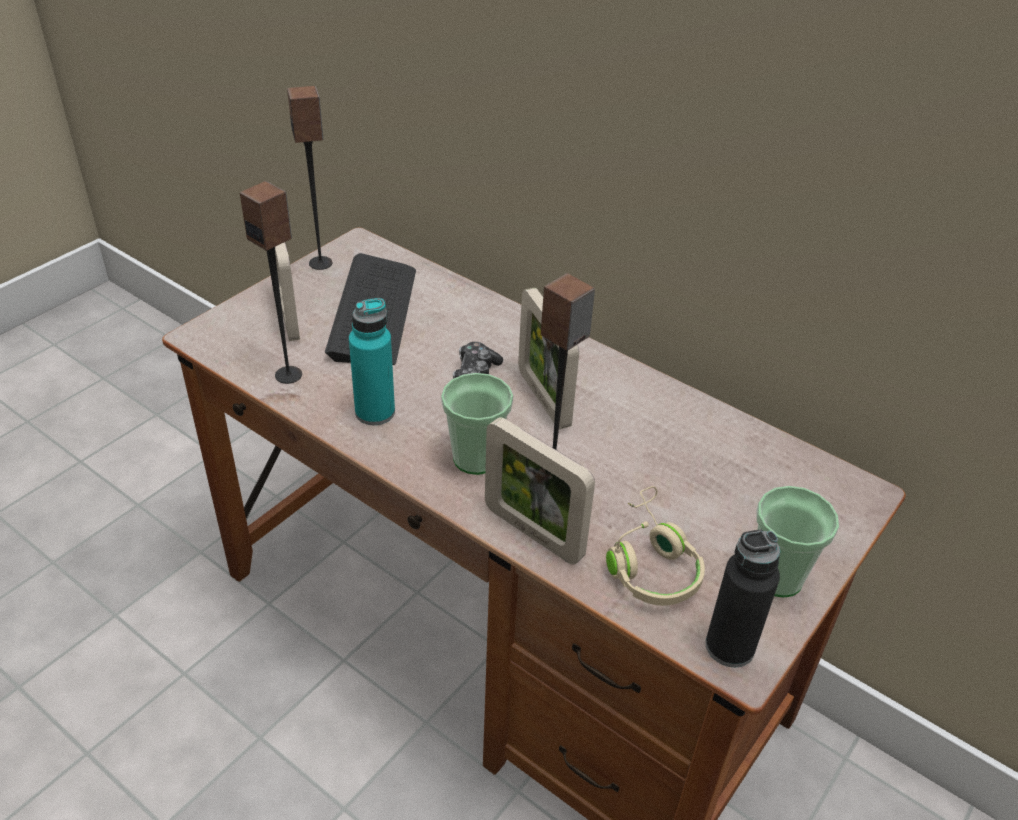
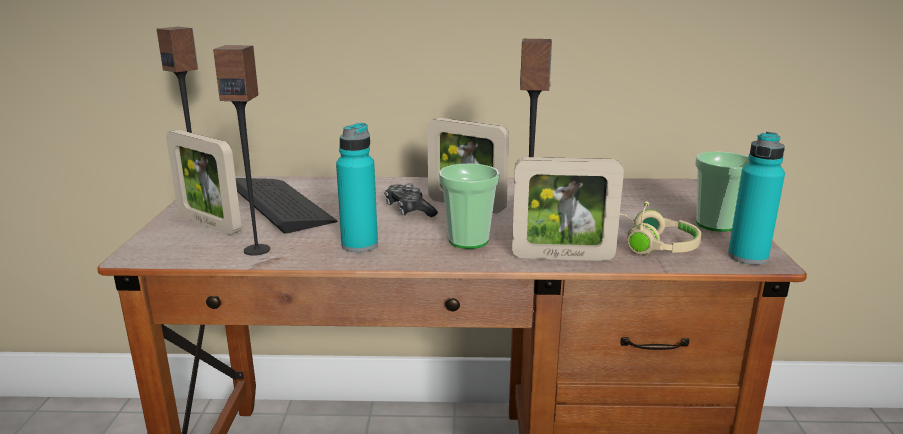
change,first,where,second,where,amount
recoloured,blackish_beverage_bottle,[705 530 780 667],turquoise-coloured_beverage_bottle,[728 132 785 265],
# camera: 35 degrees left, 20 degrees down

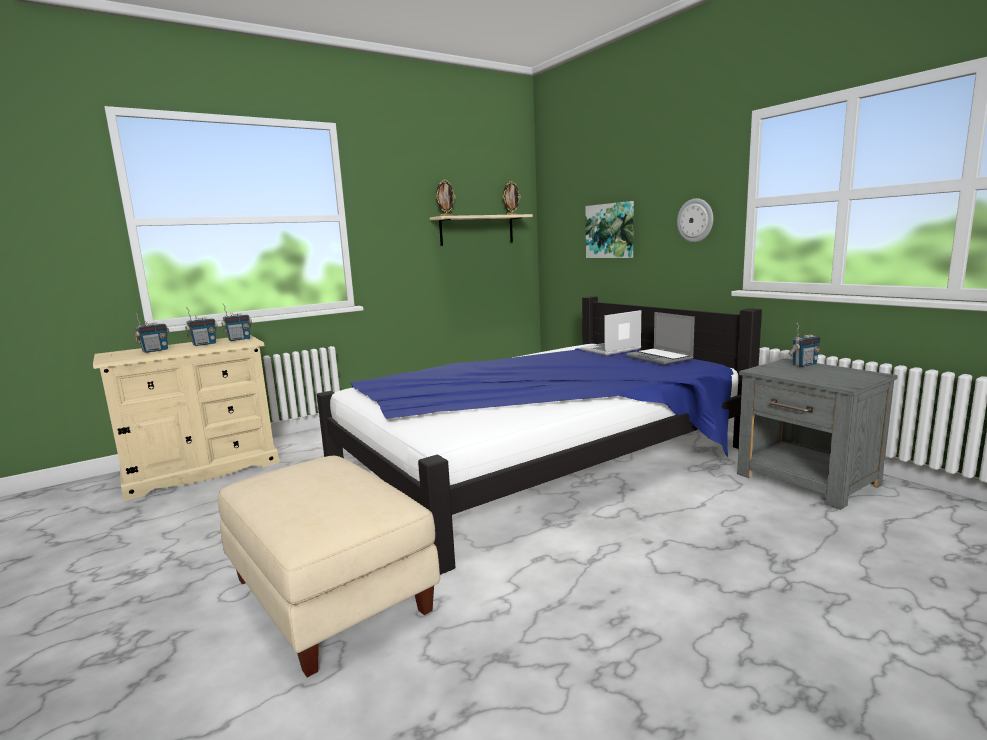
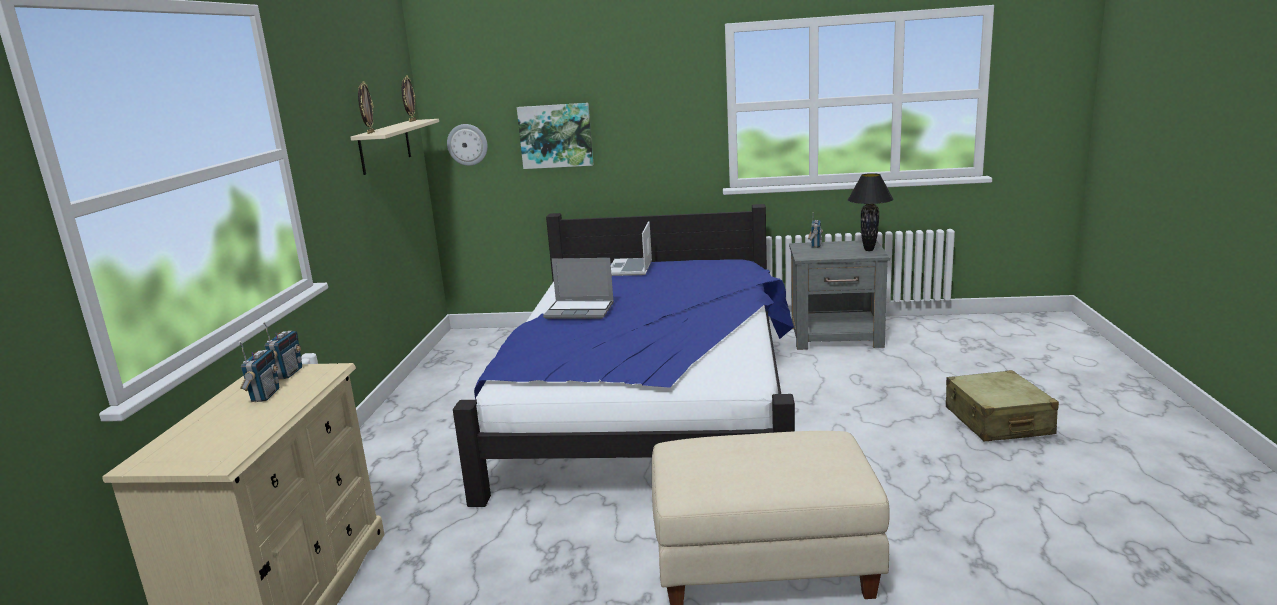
change,first,where,second,where,amount
removed,radio,[134 312 169 353],,,
added,,,blackish_lamp_for_a_table,[847 173 893 251],
added,,,sand-coloured_piece_of_luggage,[946 370 1059 441],
moved,notebook_computer,[626 312 695 365],,[543 258 614 319],
moved,clock_on_the_wall,[677 198 713 242],,[447 124 488 166],
# camera: 50 degrees left, 5 degrees up

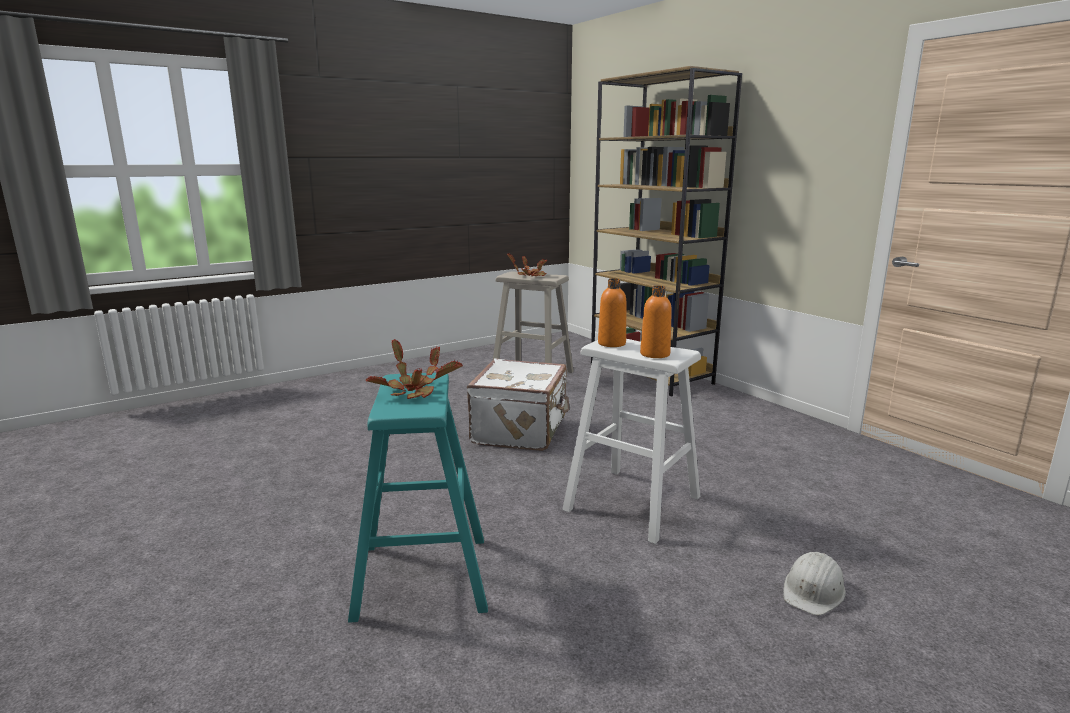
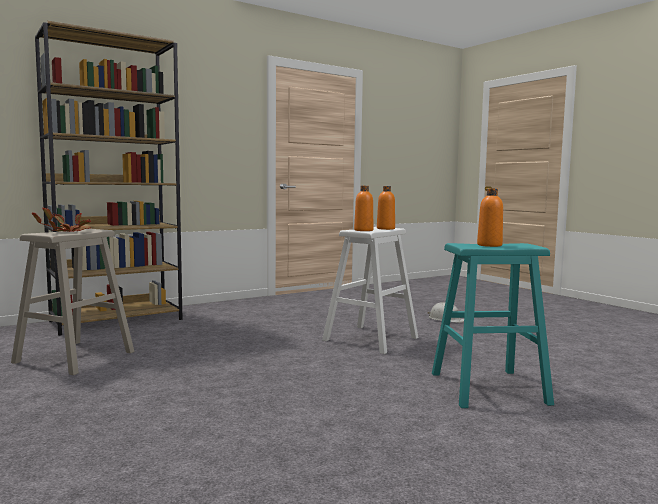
change,first,where,second,where,amount
removed,white_piece_of_luggage,[467 358 570 451],,,
replaced,houseplant,[366 339 463 399],orange_beverage_bottle,[477 188 503 247],
# camera: 90 degrees left, 10 degrees down

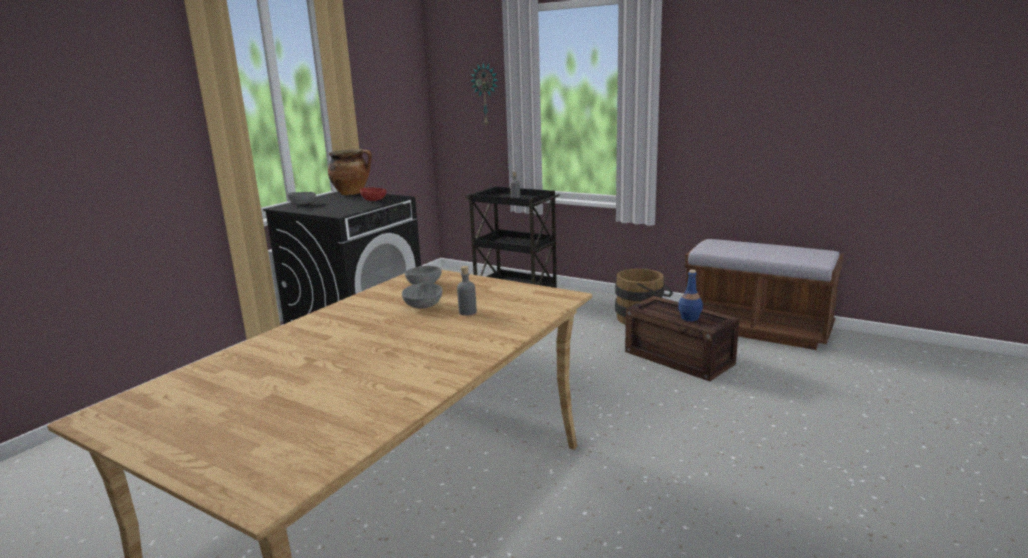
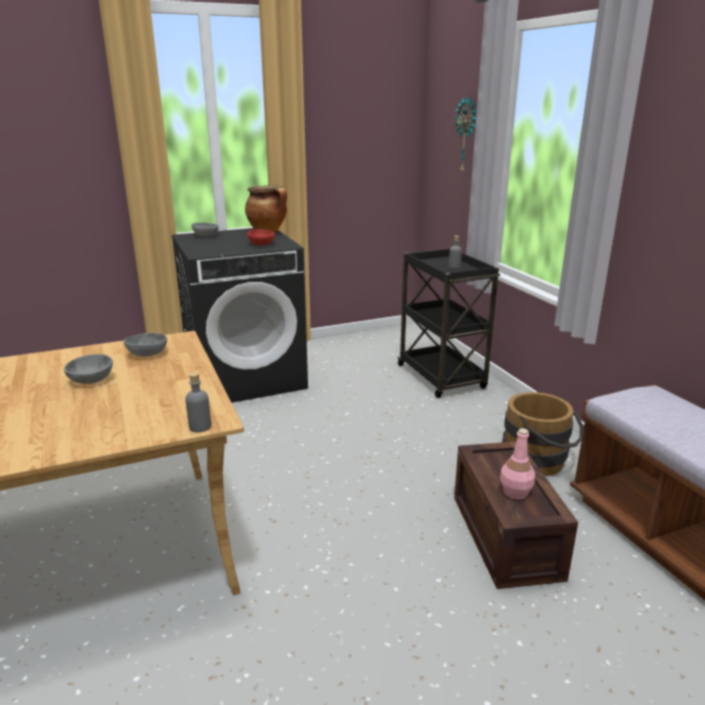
change,first,where,second,where,amount
moved,grey_beverage_bottle,[457 266 477 316],,[185 372 211 433],
recoloured,bluish_beverage_bottle,[678 270 703 321],pinkish_beverage_bottle,[500 428 535 500],
# camera: 35 degrees right, 5 degrees up

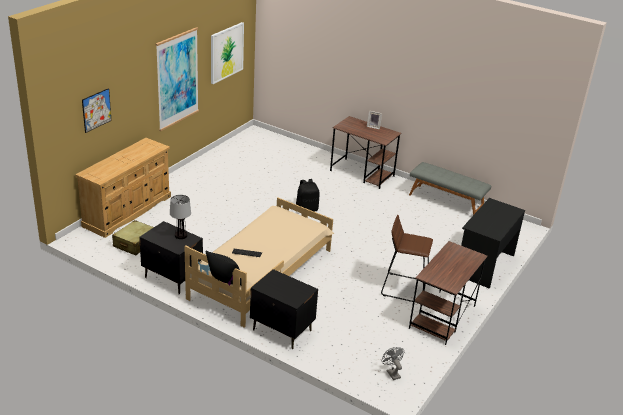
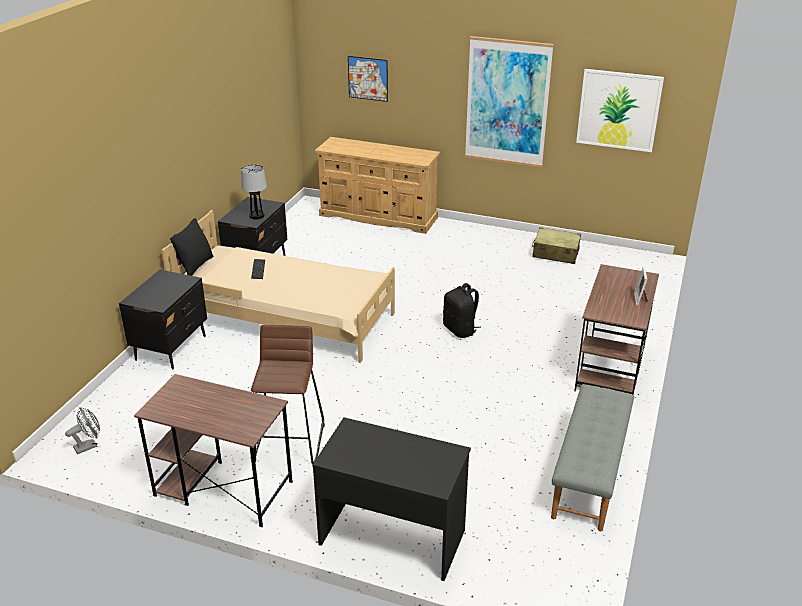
change,first,where,second,where,amount
moved,sand-coloured_piece_of_luggage,[112 220 154 255],,[532 227 581 264],
# camera: 80 degrees right, 0 degrees up

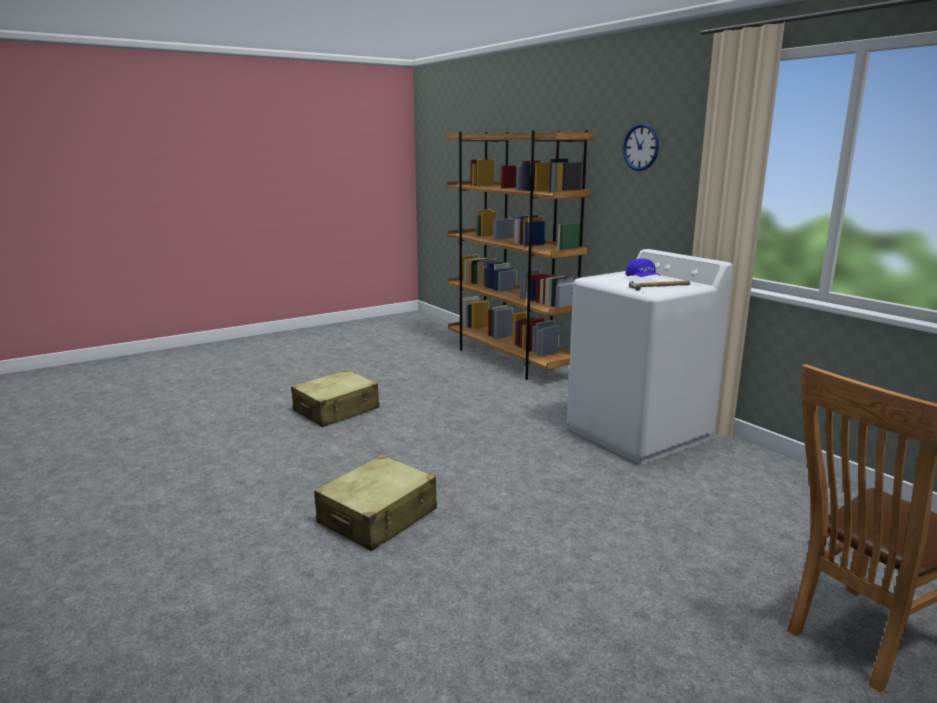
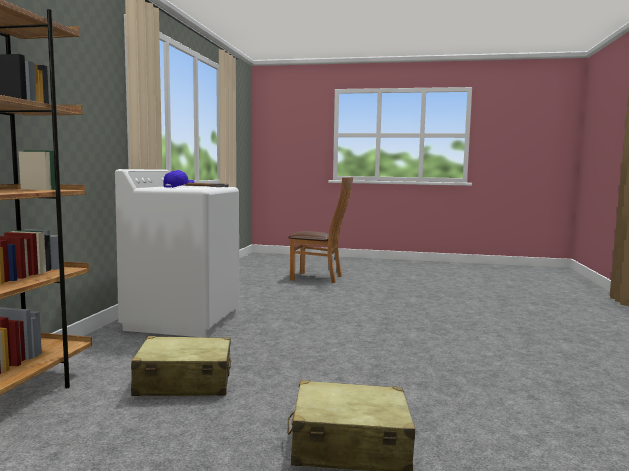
change,first,where,second,where,amount
removed,clock_on_the_wall,[623 123 659 171],,,
moved,sand-coloured_piece_of_luggage,[314 455 437 551],,[131 336 231 396],
# camera: 135 degrees left, 10 degrees down

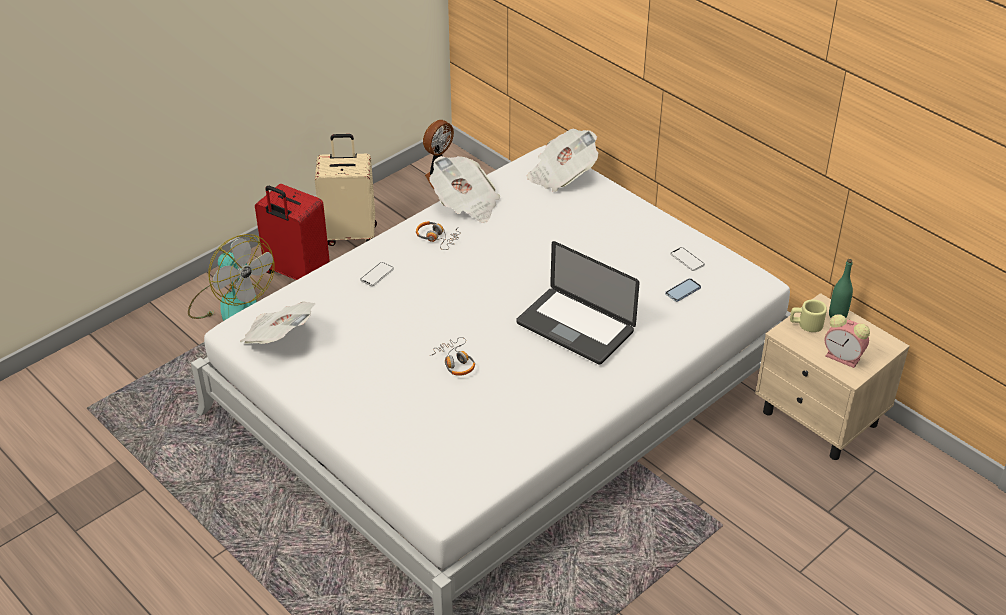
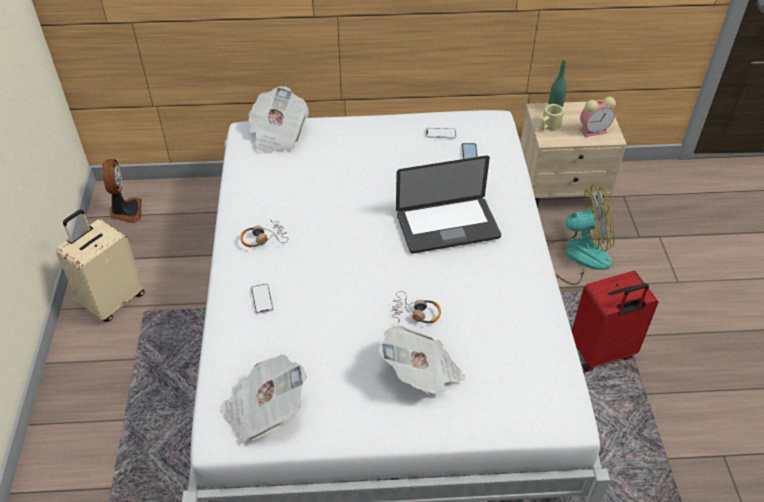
change,first,where,second,where,amount
moved,fan,[188 234 275 321],,[547 184 614 285],
moved,red_piece_of_luggage,[255 184 330 280],,[572 271 658 372],
moved,daily_paper,[429 156 500 223],,[378 325 465 394],
# camera: 50 degrees left, 5 degrees up

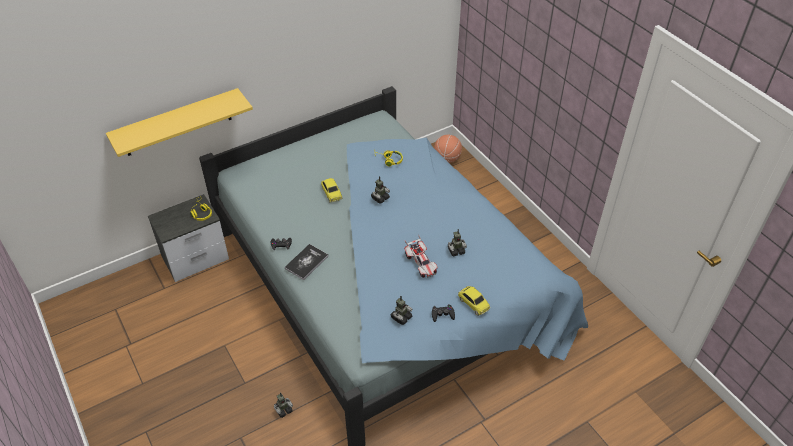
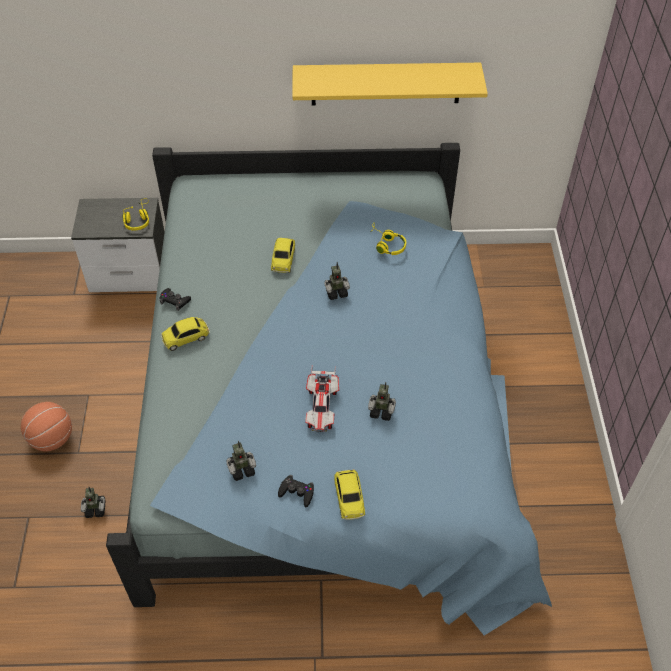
change,first,where,second,where,amount
moved,yellowish_bracket_shelf,[106 88 253 157],,[292 63 488 105],
moved,basketball_ball,[434 135 462 163],,[21 402 72 452],
replaced,volume,[284 244 328 280],toy_car,[161 317 210 351],
# camera: 30 degrees right, 5 degrees up

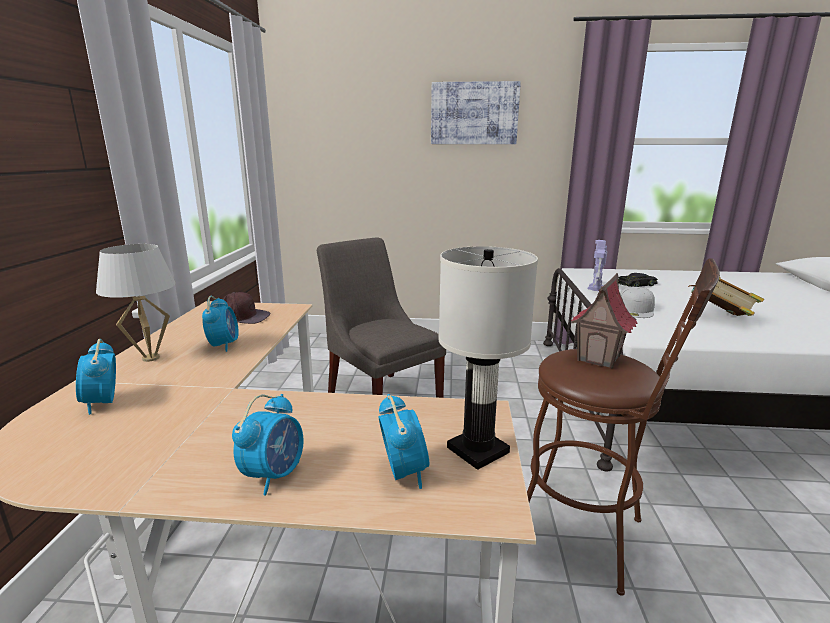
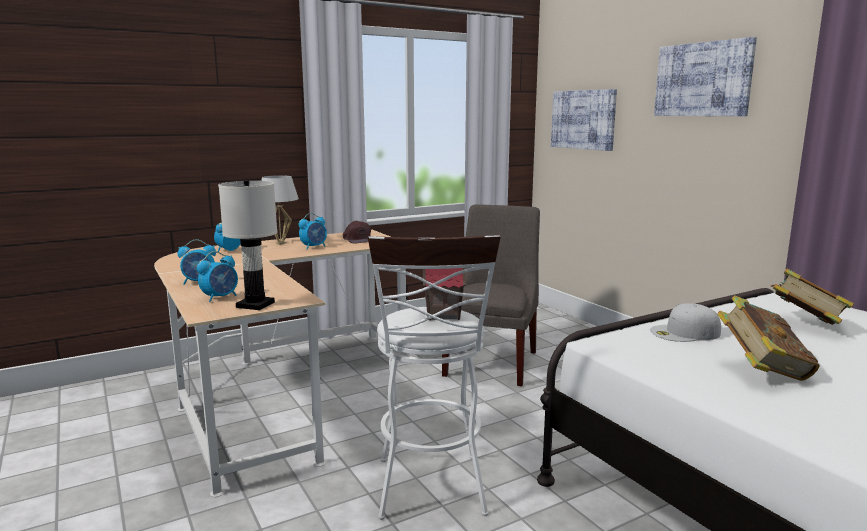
change,first,where,second,where,amount
removed,toy_robot,[588 240 608 291],,,
added,,,wall_picture,[551 89 617 151],
replaced,blackish_toy_car,[618 273 658 287],volume,[771 268 854 325],
recoloured,brown-coloured_stool_seat,[527 258 720 596],white_stool_seat,[368 235 501 520],
# camera: 55 degrees right, 5 degrees down

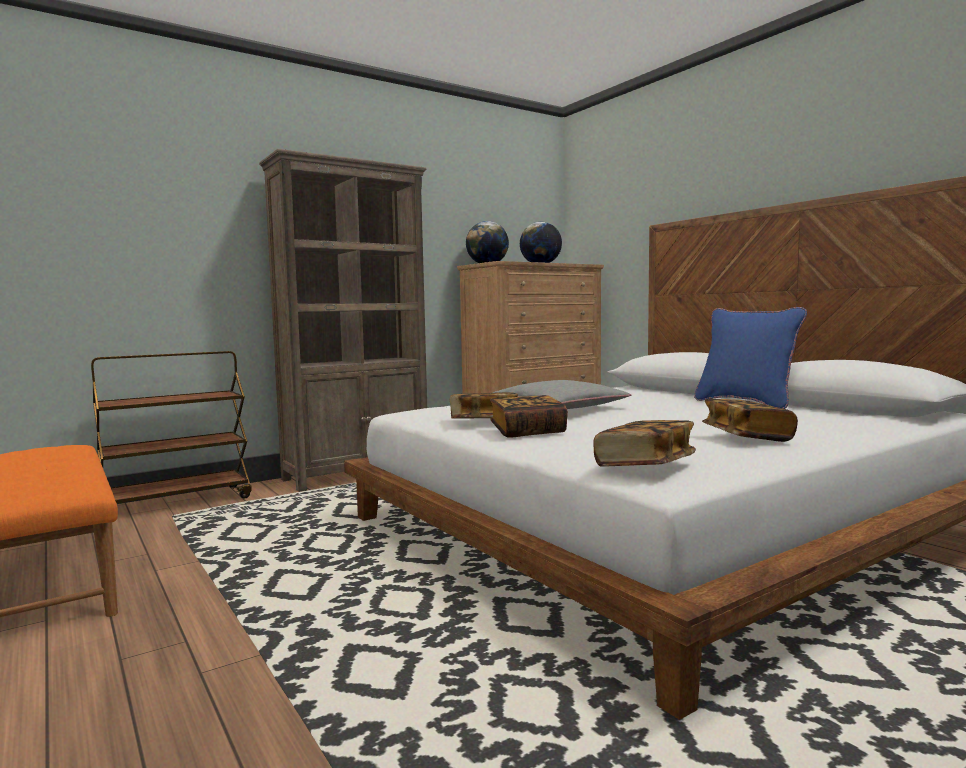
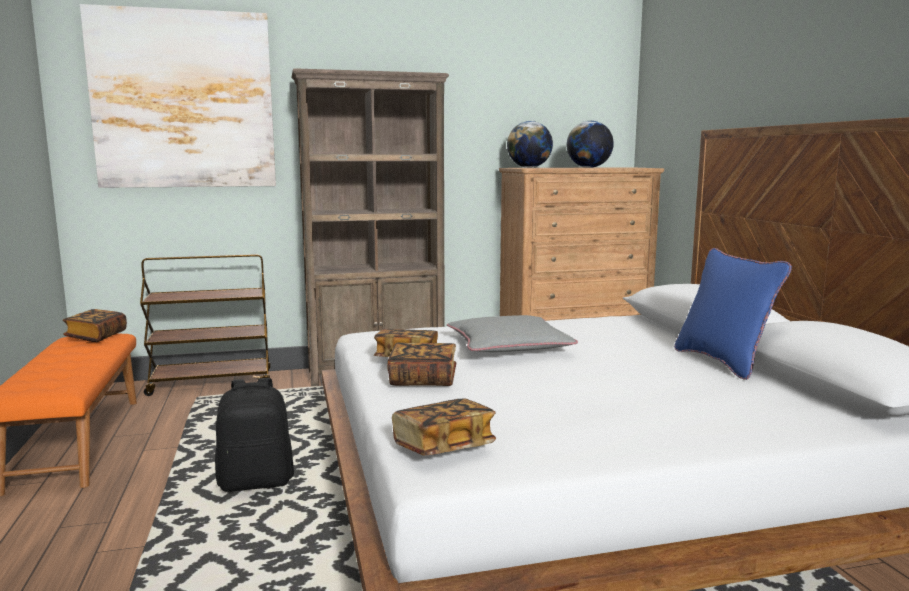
change,first,where,second,where,amount
added,,,wall_picture,[80 4 276 188],
added,,,blackish_backpack,[215 378 294 492],
moved,volume,[702 399 798 442],,[63 309 127 342],
# camera: 20 degrees right, 5 degrees up

